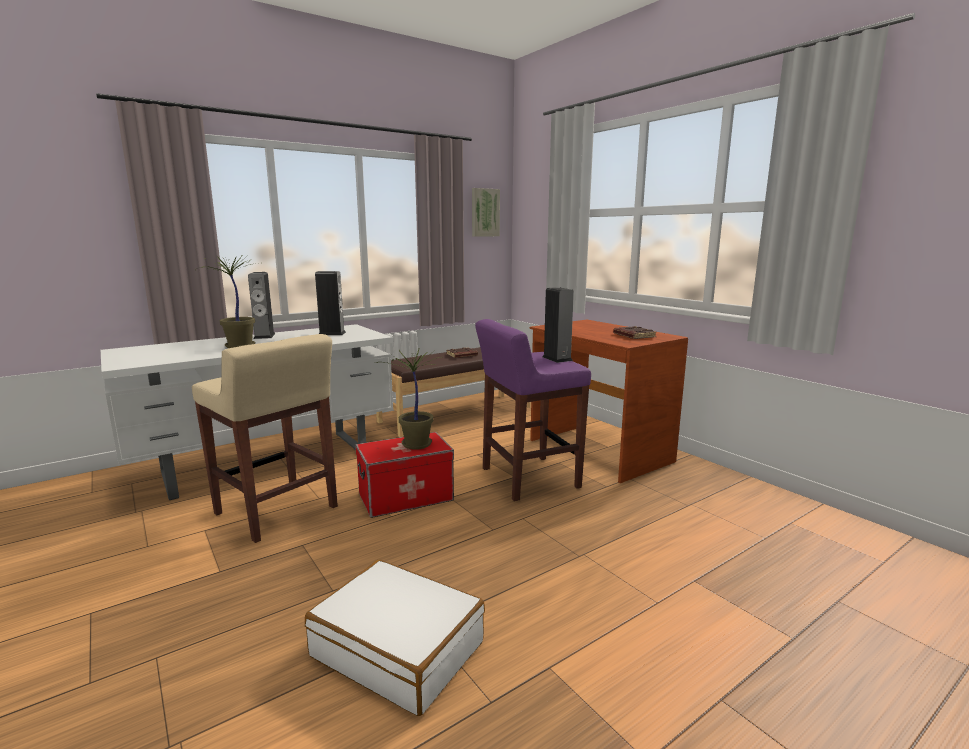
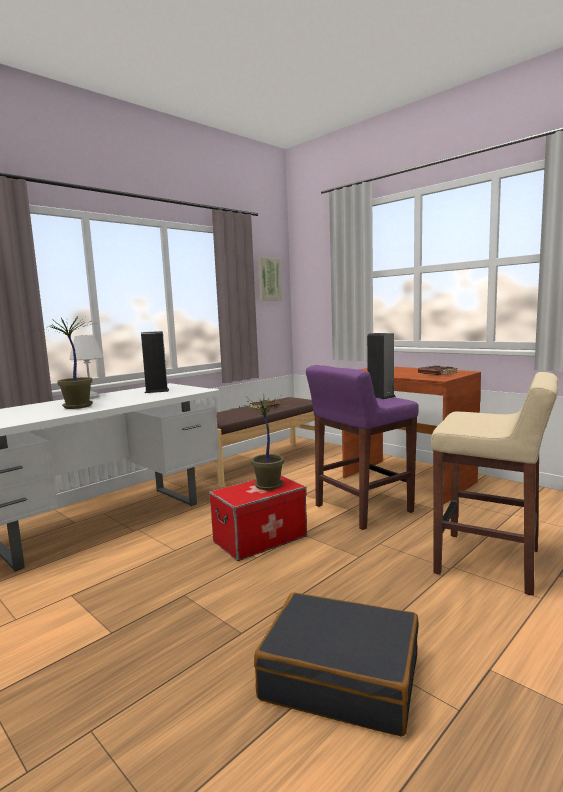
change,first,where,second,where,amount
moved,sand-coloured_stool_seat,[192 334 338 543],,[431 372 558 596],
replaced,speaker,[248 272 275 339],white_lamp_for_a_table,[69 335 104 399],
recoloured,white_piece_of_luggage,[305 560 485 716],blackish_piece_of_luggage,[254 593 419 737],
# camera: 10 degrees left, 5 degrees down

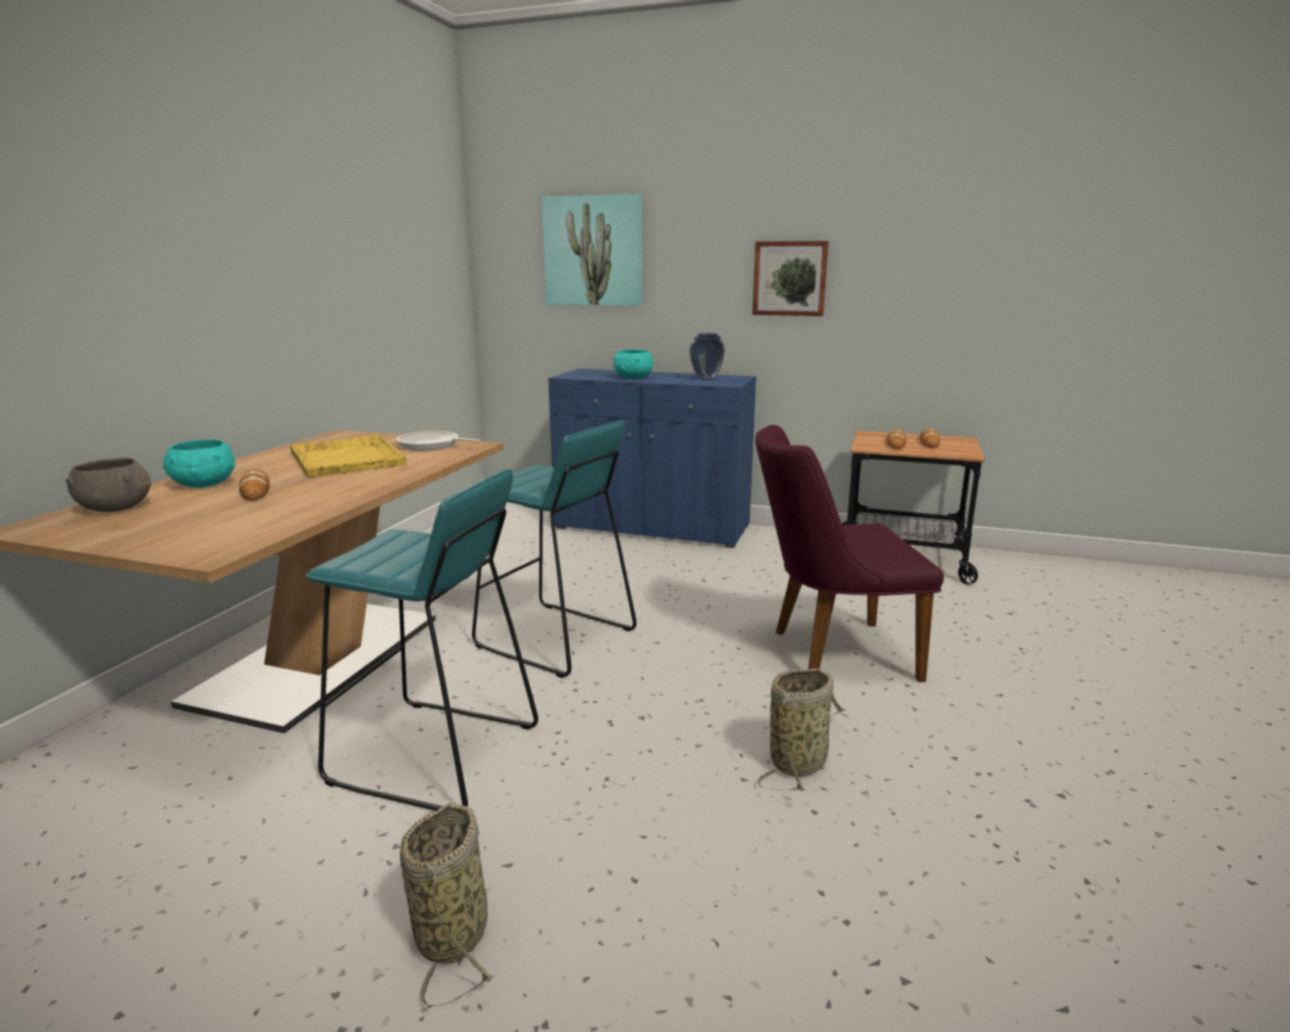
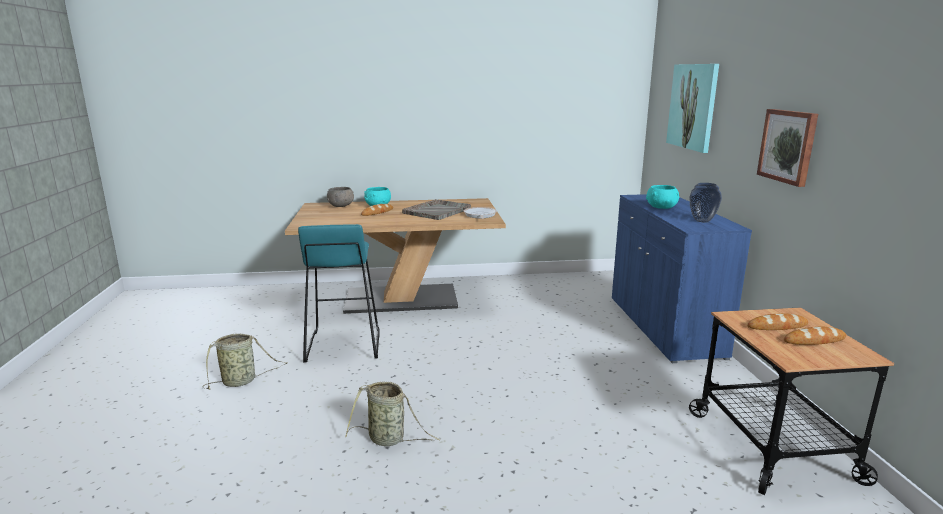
change,first,where,second,where,amount
removed,turquoise-coloured_stool_seat,[472 420 637 678],,,
removed,purple_upright_chair,[755 425 944 682],,,
recoloured,yellowish_tray,[290 435 406 477],grey_tray,[402 199 471 220],
# camera: 65 degrees right, 0 degrees up

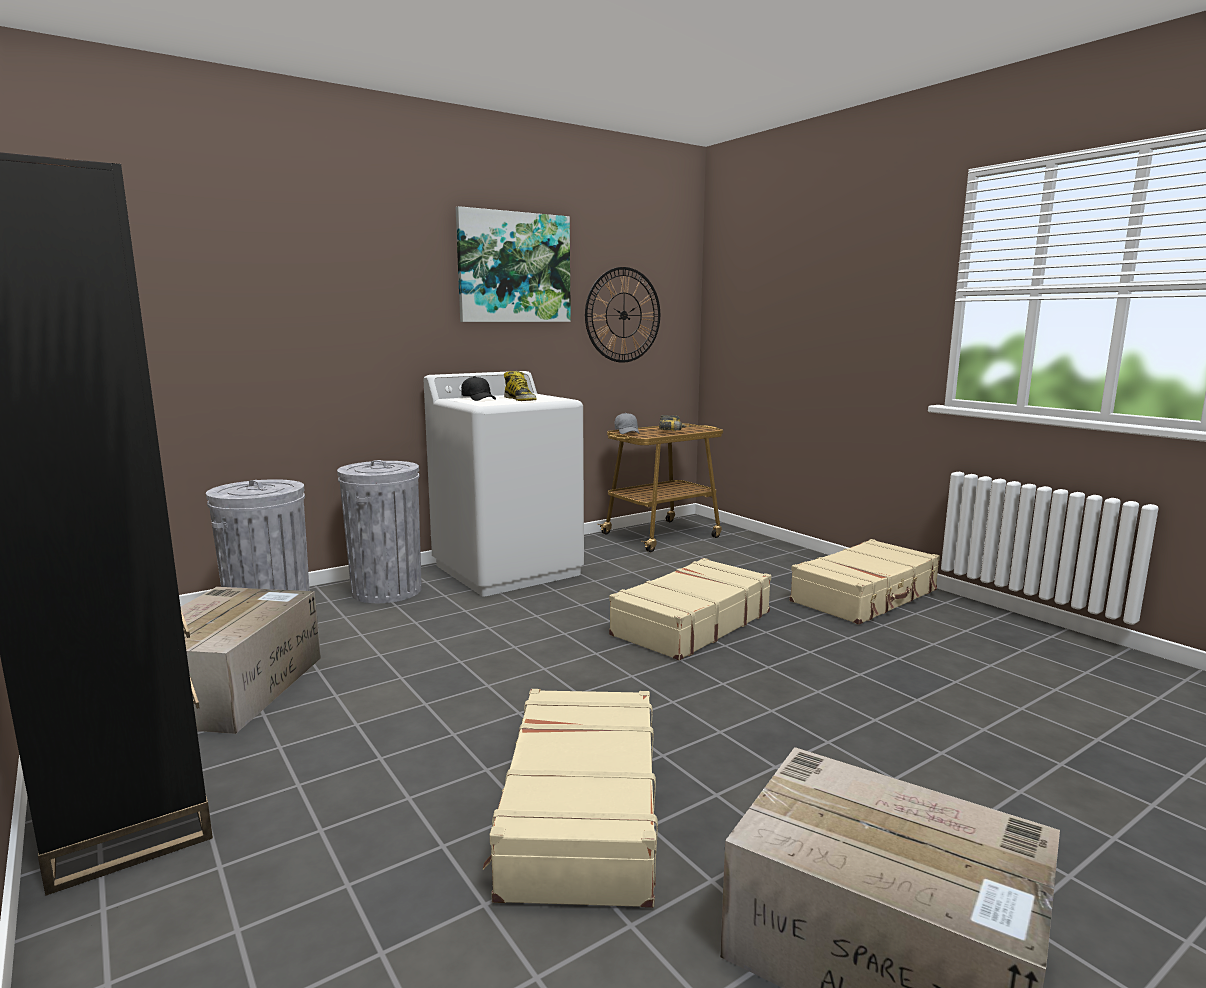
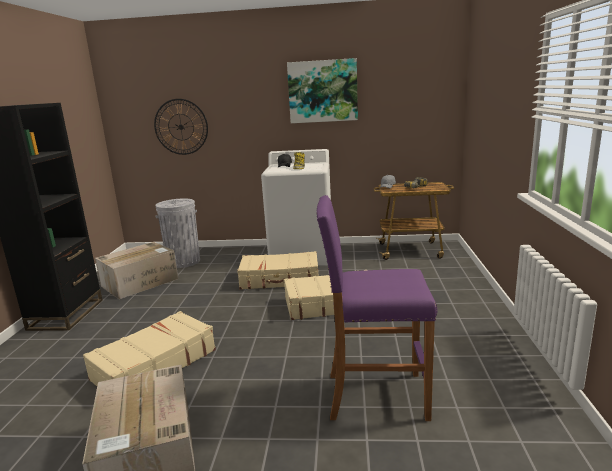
change,first,where,second,where,amount
removed,grey_rubbish_bin,[337 460 422 603],,,
added,,,purple_stool_seat,[316 195 438 421],
moved,clock_on_the_wall,[585 267 660 363],,[154 99 208 155],
moved,sand-coloured_piece_of_luggage,[790 539 940 625],,[237 251 318 290],
# camera: 40 degrees right, 5 degrees up

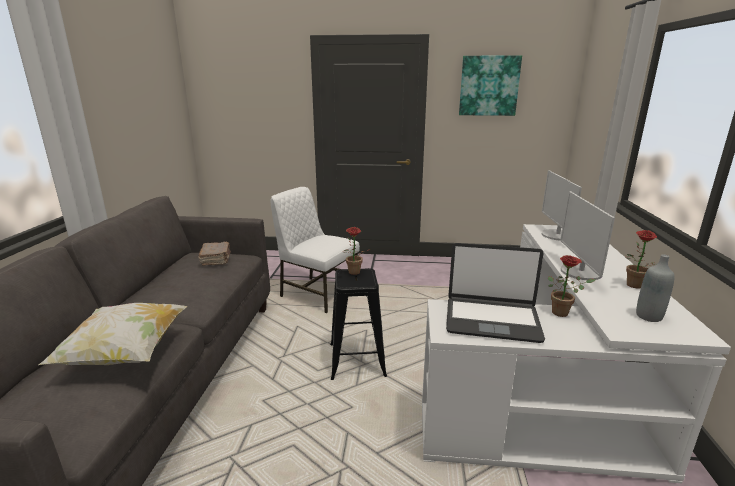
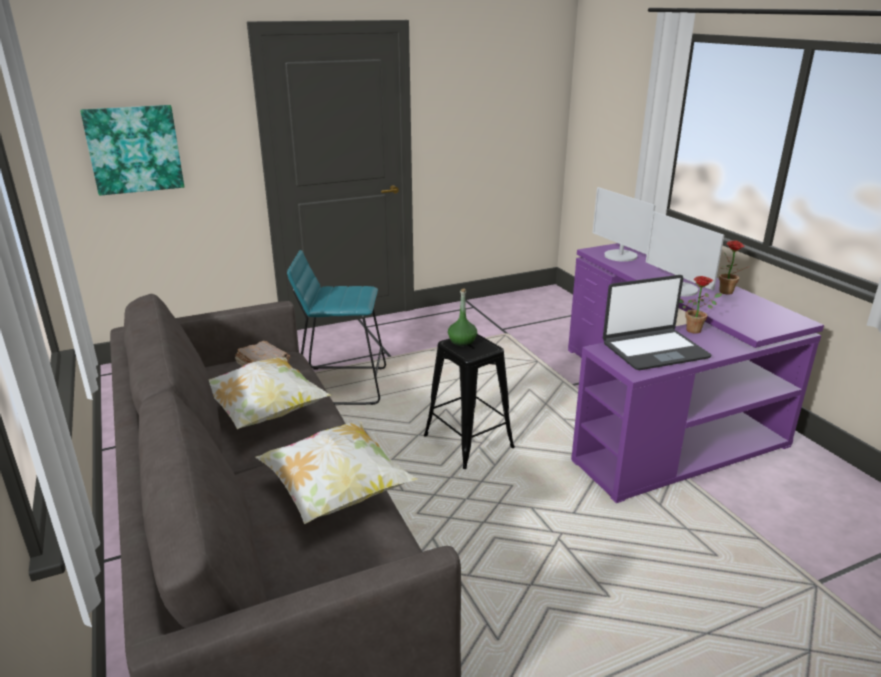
change,first,where,second,where,amount
removed,grey_beverage_bottle,[636 255 675 322],,,
added,,,throw_pillow,[209 357 331 429],
moved,wall_picture,[459 55 522 116],,[80 105 184 196],
replaced,white_upright_chair,[271 187 360 313],turquoise-coloured_stool_seat,[287 250 386 405],
replaced,houseplant,[342 227 371 275],green-coloured_beverage_bottle,[448 289 477 346],
recoloured,white_desk,[422 224 731 483],purple_desk,[568 243 824 503],
# camera: 30 degrees left, 5 degrees up

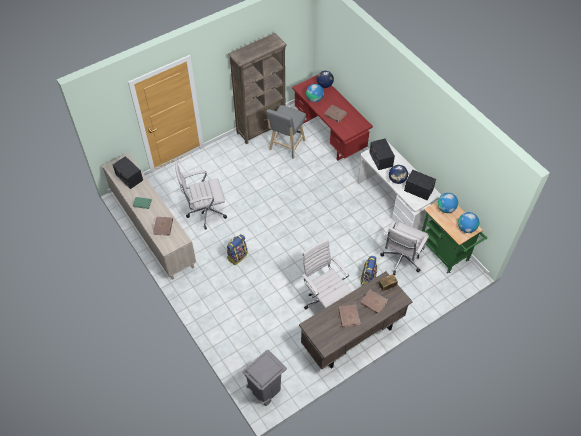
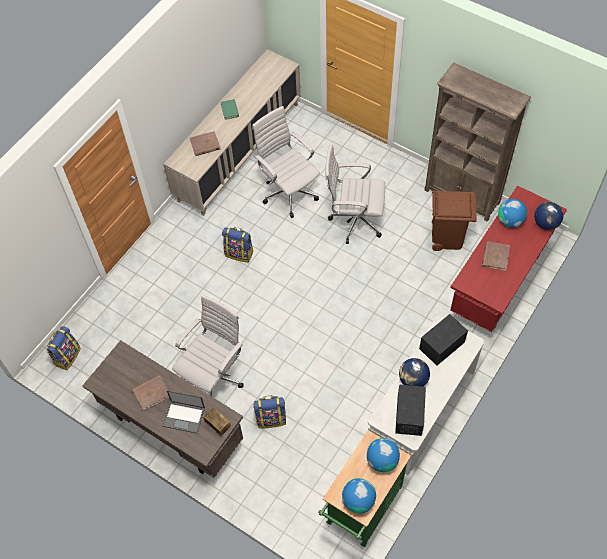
change,first,where,second,where,amount
removed,radio,[113 156 143 189],,,
moved,white_office_chair,[380 221 429 275],,[325 144 385 244],
replaced,grey_rubbish_bin,[242 350 287 406],backpack,[47 326 81 370],
replaced,grey_stool_seat,[266 105 306 159],brown-coloured_rubbish_bin,[432 190 477 251],
replaced,brown-coloured_volume,[361 290 388 314],notebook_computer,[163 390 205 434],
# camera: 70 degrees right, 5 degrees up

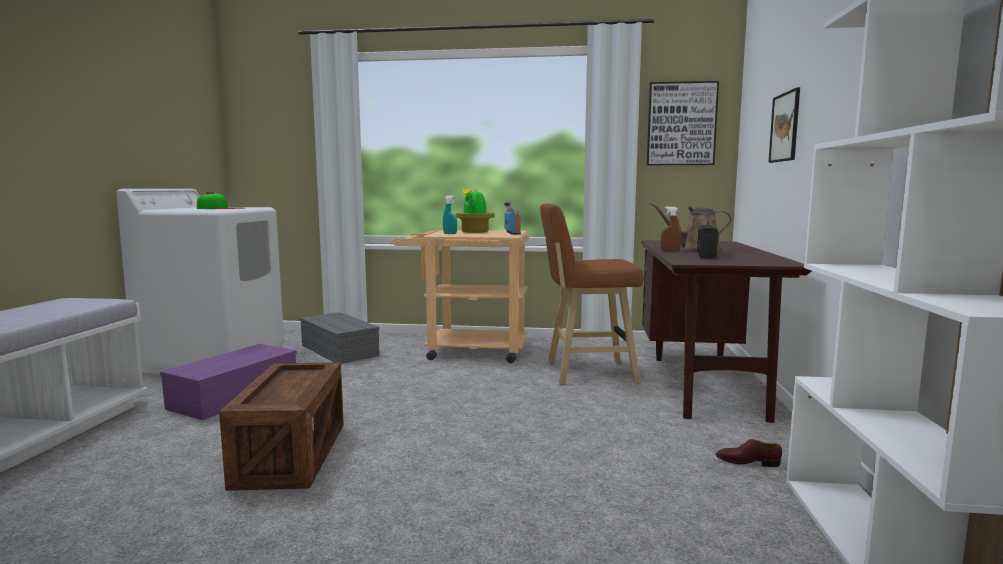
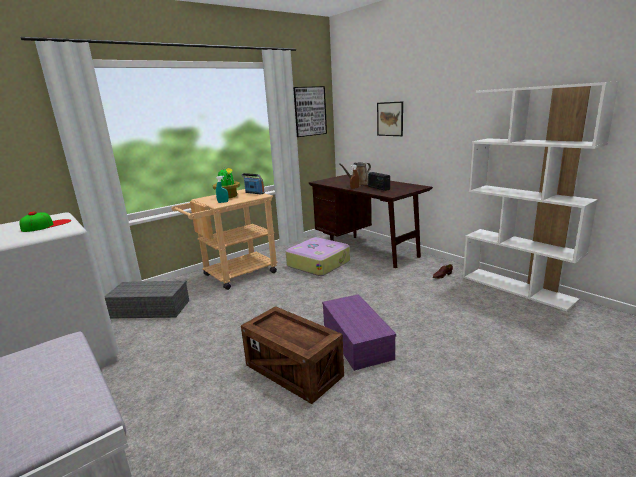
change,first,where,second,where,amount
moved,purple_storage_box,[160 344 297 420],,[322 294 396 371],
replaced,brown-coloured_stool_seat,[540 203 643 386],piece_of_luggage,[286 237 350 276],
# camera: 45 degrees left, 10 degrees up

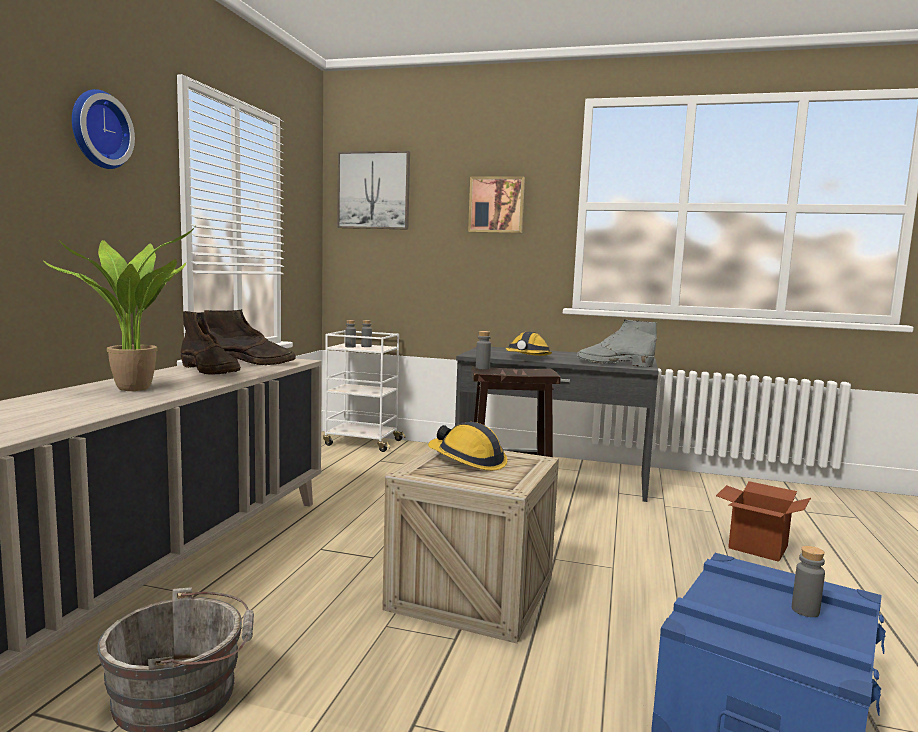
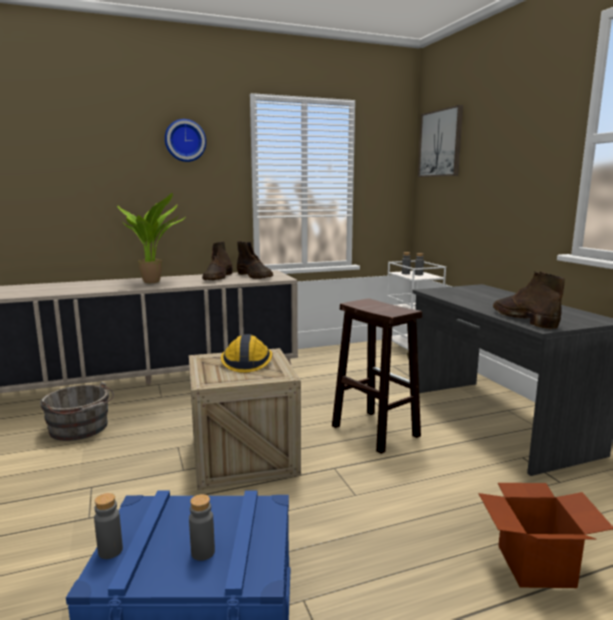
change,first,where,second,where,amount
removed,wall_picture,[468 176 525 233],,,
removed,hard_hat,[506 332 552 356],,,
moved,grey_beverage_bottle,[476 331 491 369],,[94 493 123 559],
recoloured,grey_boot,[576 319 657 367],brown-coloured_boot,[493 272 565 330],
# camera: 55 degrees right, 5 degrees up

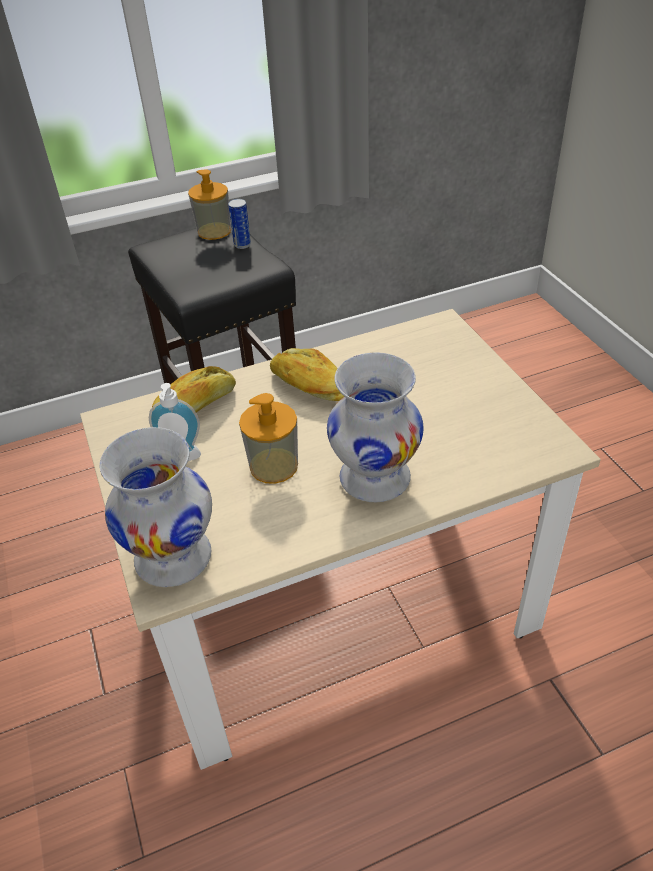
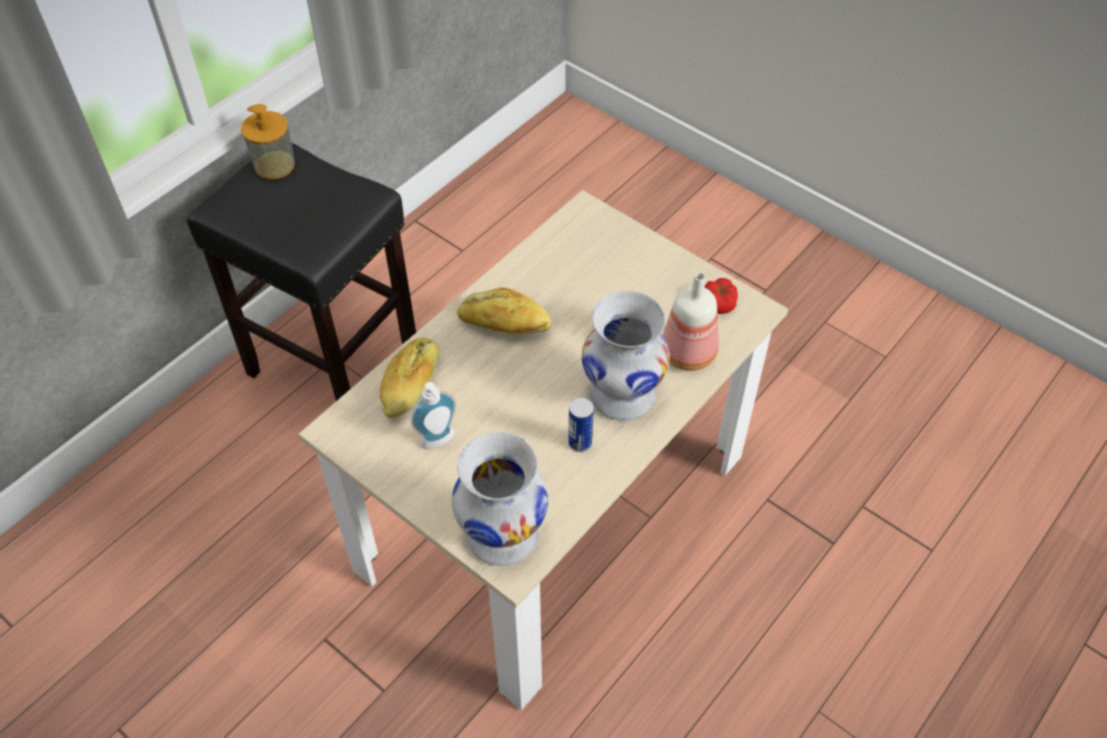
change,first,where,second,where,amount
removed,soap_bottle,[239 393 298 484],,,
added,,,beverage_bottle,[663 272 719 371],
added,,,tomato,[704 278 738 314],
moved,metal_can,[228 199 251 249],,[568 397 594 452],
# camera: 30 degrees left, 10 degrees up

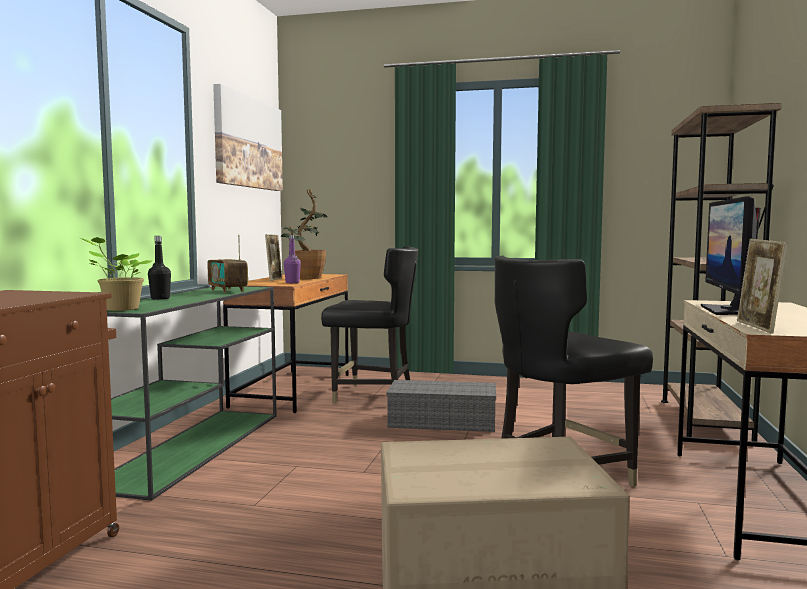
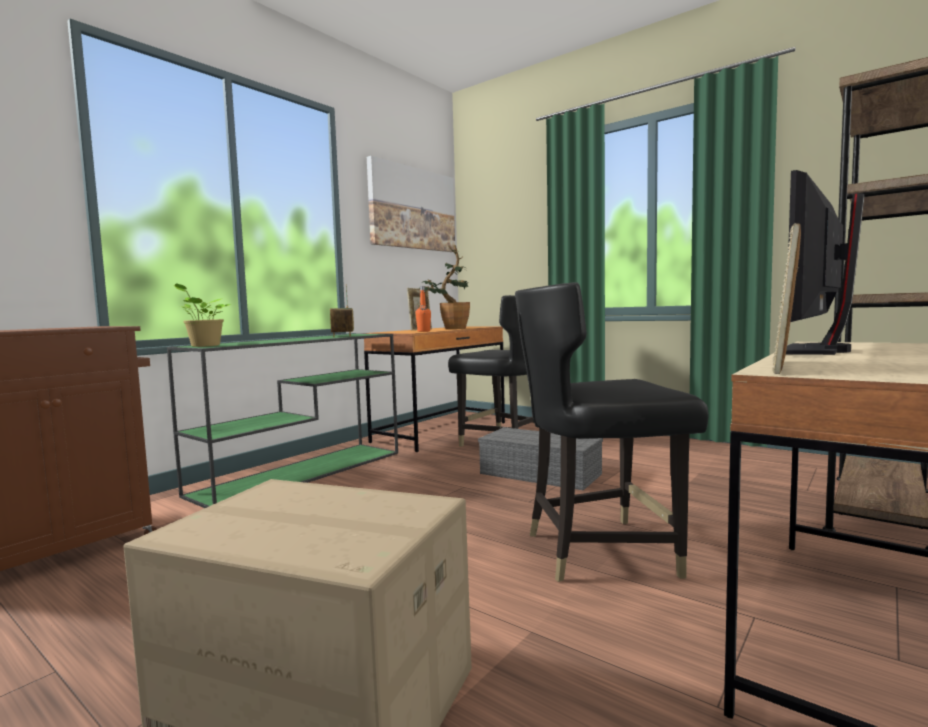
change,first,where,second,where,amount
removed,blackish_beverage_bottle,[148 236 171 300],,,
recoloured,purple_beverage_bottle,[284 234 301 283],orange_beverage_bottle,[415 286 431 332],
# camera: 25 degrees right, 0 degrees up

